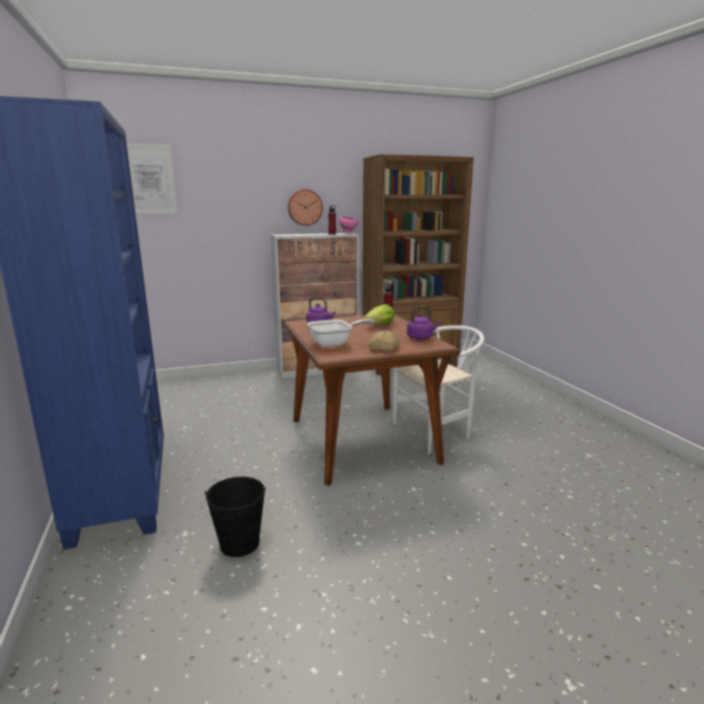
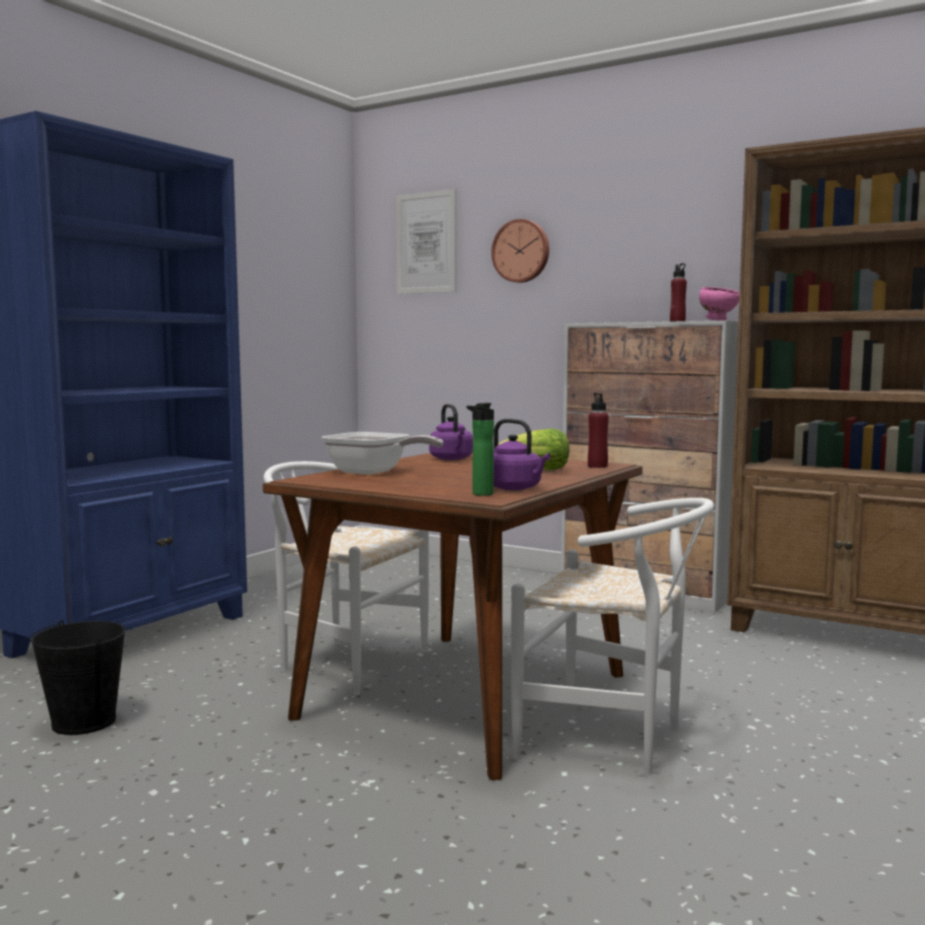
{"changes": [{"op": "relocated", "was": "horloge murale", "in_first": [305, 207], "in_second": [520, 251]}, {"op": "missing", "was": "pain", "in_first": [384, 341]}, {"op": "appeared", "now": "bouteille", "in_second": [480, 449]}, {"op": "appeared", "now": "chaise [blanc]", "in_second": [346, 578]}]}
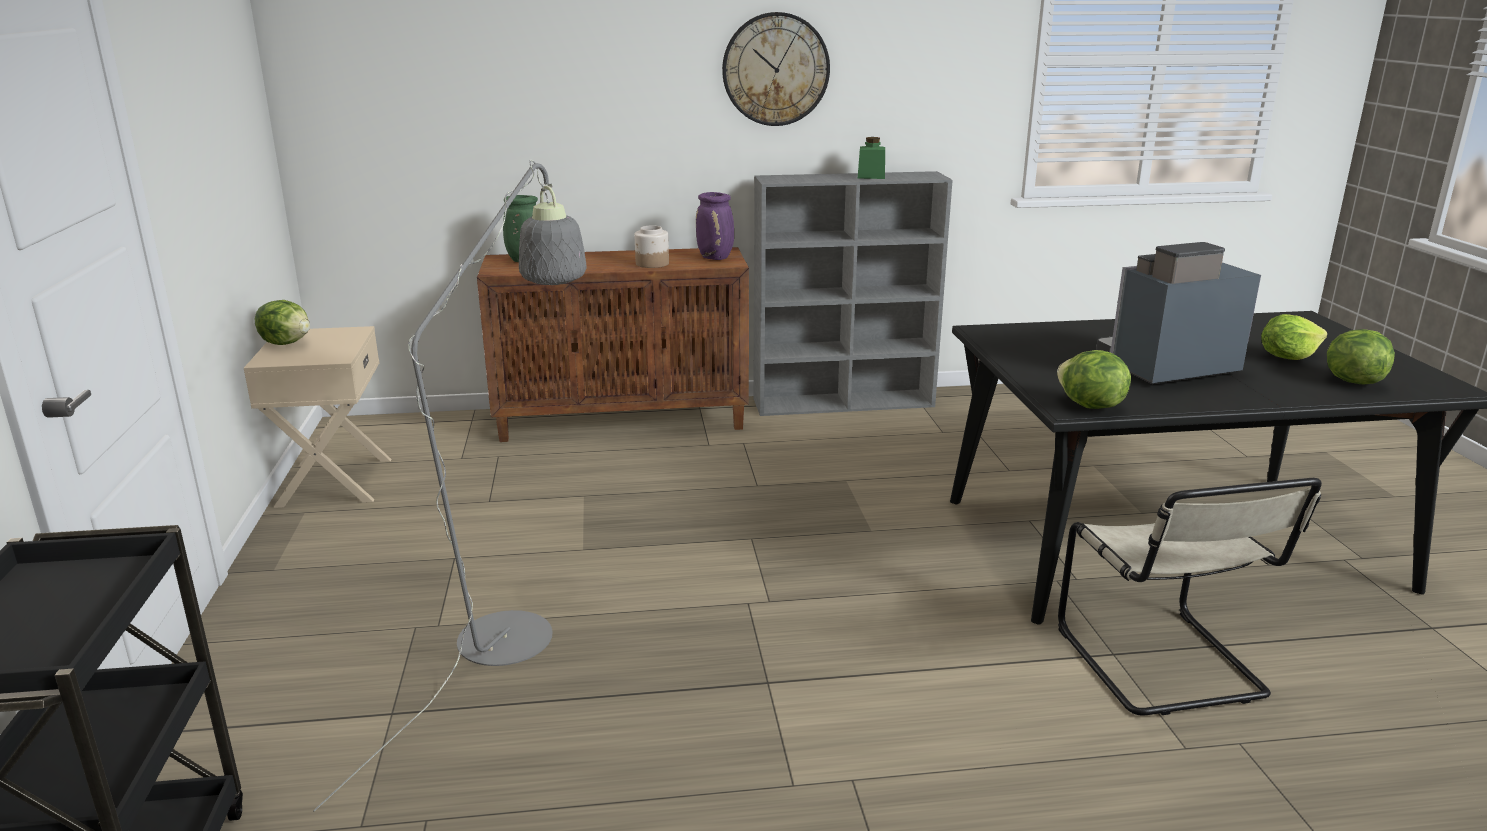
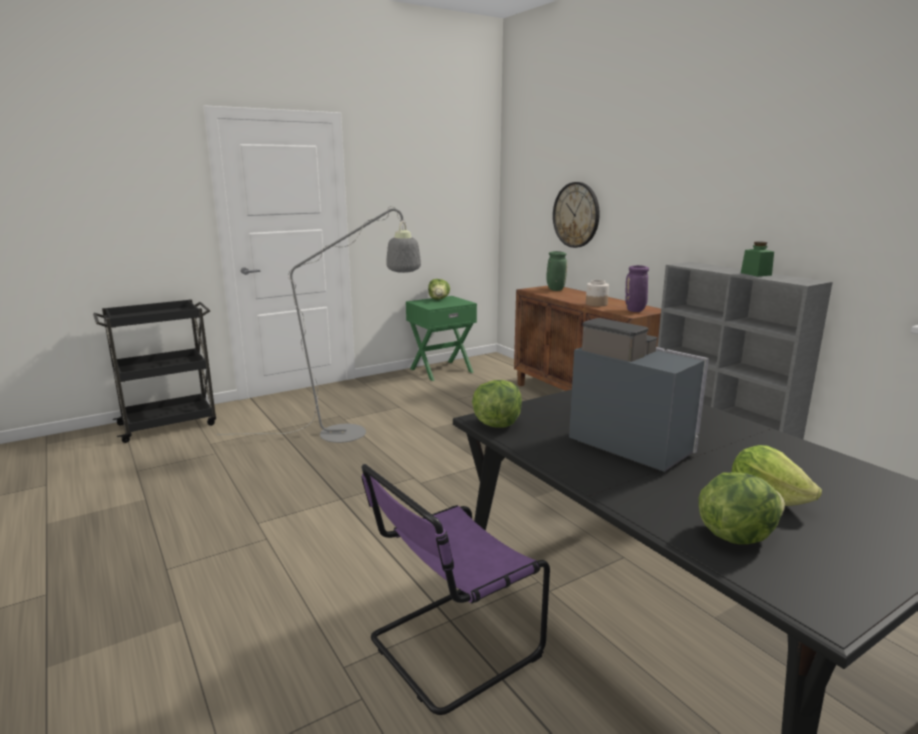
{"changes": [{"op": "relocated", "was": "horloge murale", "in_first": [776, 69], "in_second": [576, 215]}, {"op": "colour", "was": "table de chevet [beige]", "now": "table de chevet [vert]", "in_first": [317, 417], "in_second": [441, 338]}, {"op": "colour", "was": "chaise [beige]", "now": "chaise [violet]", "in_first": [1190, 597], "in_second": [456, 589]}]}
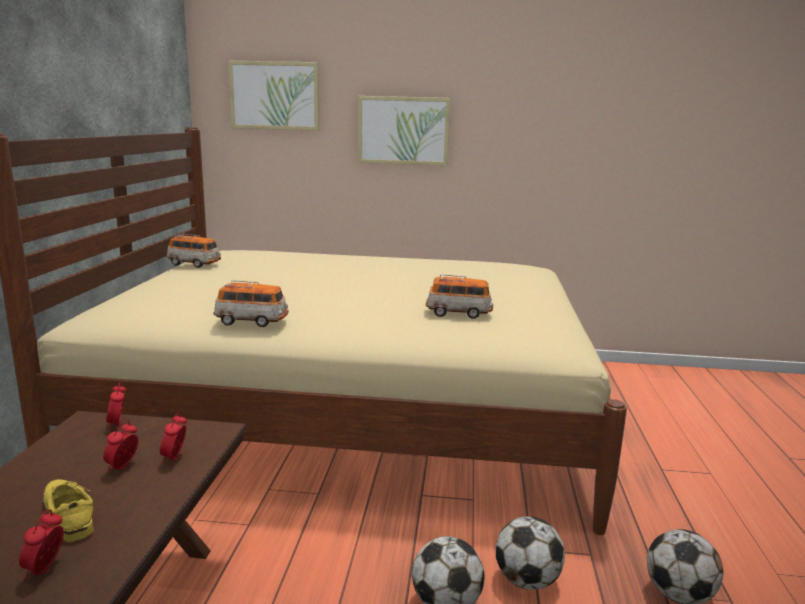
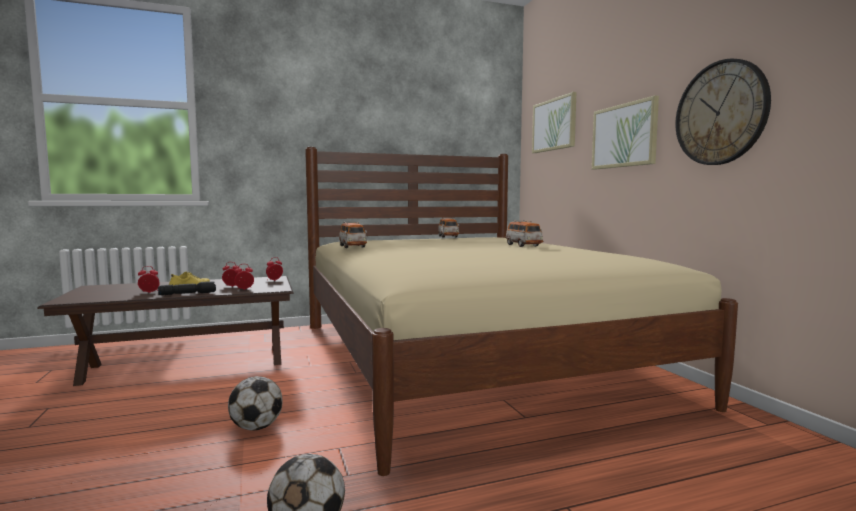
{"changes": [{"op": "relocated", "was": "petite voiture", "in_first": [459, 297], "in_second": [524, 233]}, {"op": "missing", "was": "ballon de foot", "in_first": [530, 553]}, {"op": "appeared", "now": "horloge murale", "in_second": [723, 111]}, {"op": "appeared", "now": "lampe de poche [noir]", "in_second": [187, 288]}]}
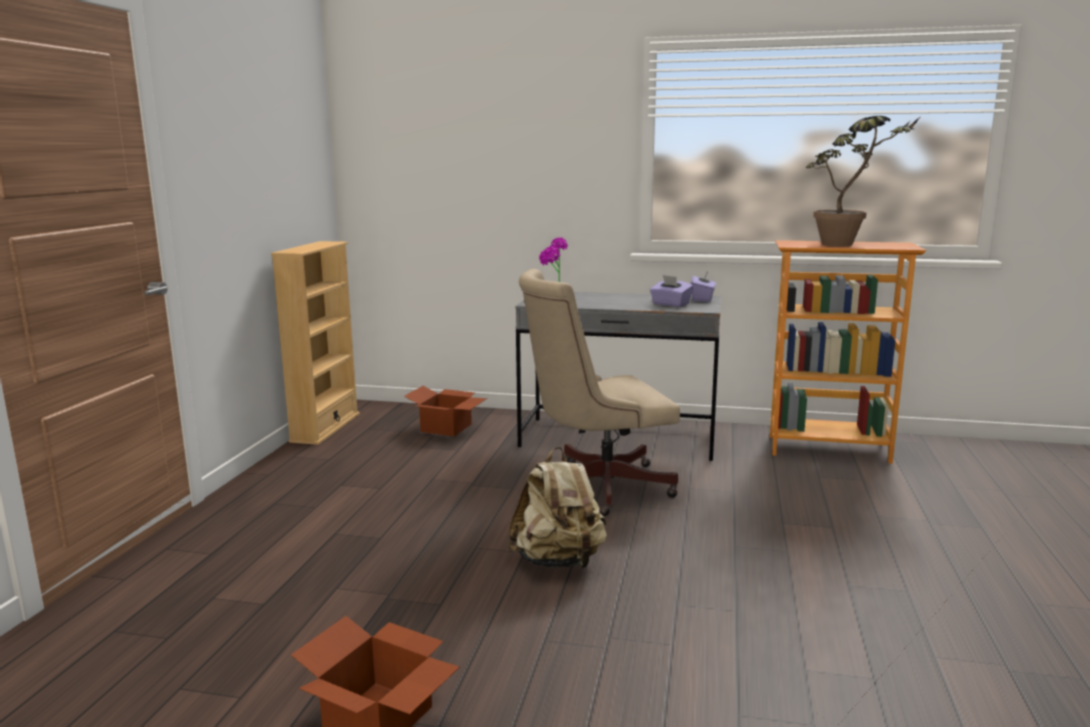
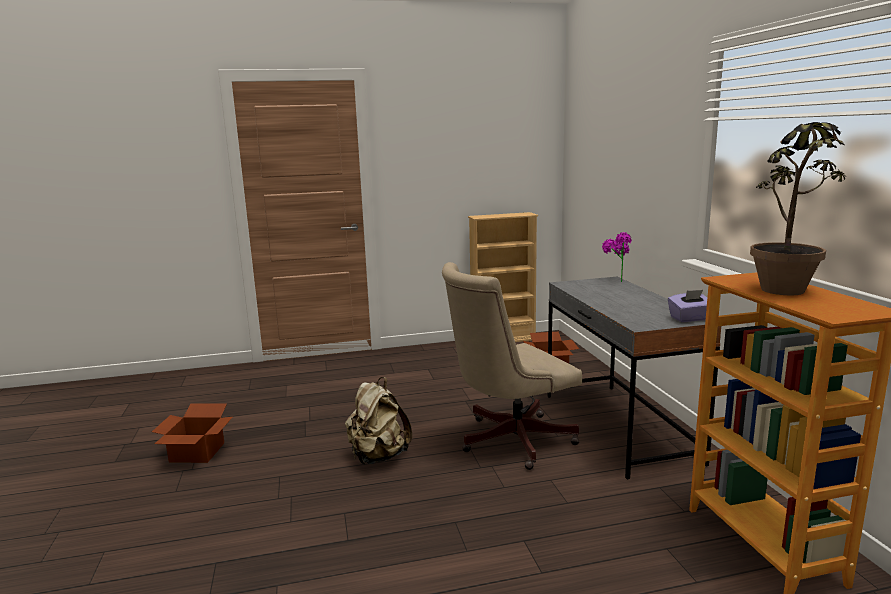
{"changes": [{"op": "spun", "was": "chaise de bureau [beige]", "in_first": [599, 392], "in_second": [512, 366], "clockwise": -75}, {"op": "missing", "was": "boîte à mouchoirs [violet]", "in_first": [671, 291]}]}
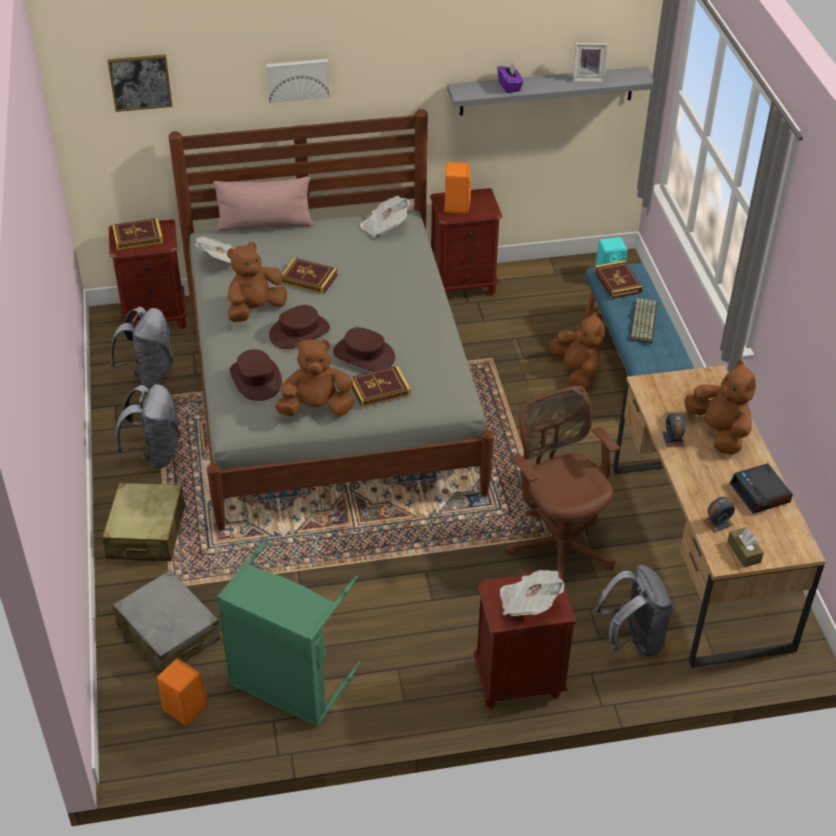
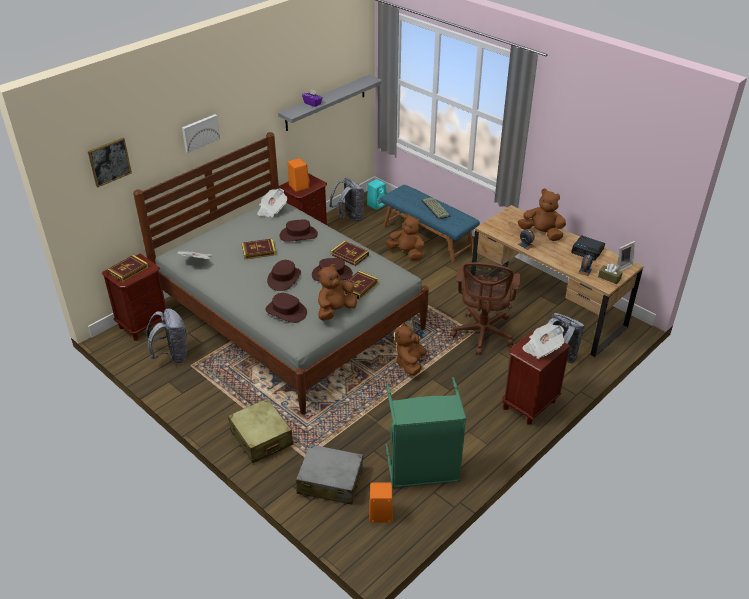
{"changes": [{"op": "relocated", "was": "cadre photo", "in_first": [590, 62], "in_second": [626, 256]}, {"op": "missing", "was": "coussin [rose]", "in_first": [263, 203]}, {"op": "relocated", "was": "peluche [marron]", "in_first": [257, 282], "in_second": [410, 349]}, {"op": "relocated", "was": "livre", "in_first": [618, 279], "in_second": [350, 253]}, {"op": "relocated", "was": "sac à dos [gris]", "in_first": [147, 426], "in_second": [347, 200]}, {"op": "spun", "was": "chaise de bureau [marron]", "in_first": [562, 483], "in_second": [485, 308], "clockwise": -105}, {"op": "appeared", "now": "chapeau [marron]", "in_second": [298, 230]}]}
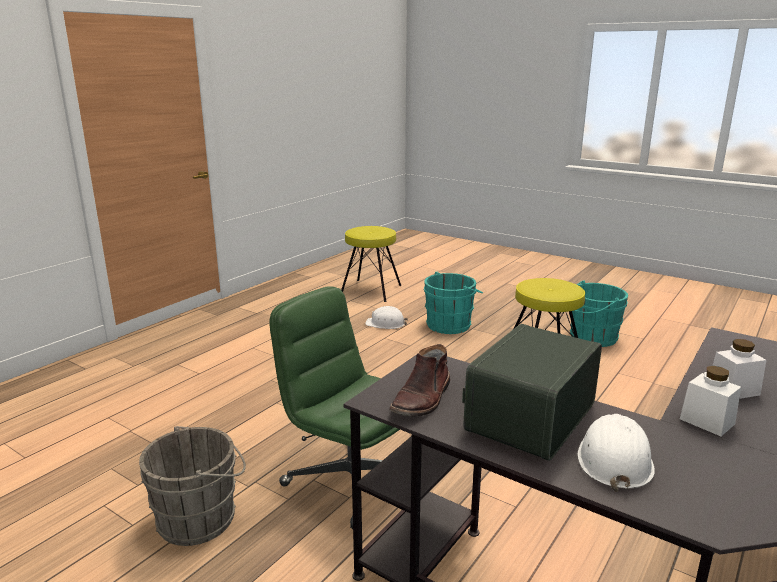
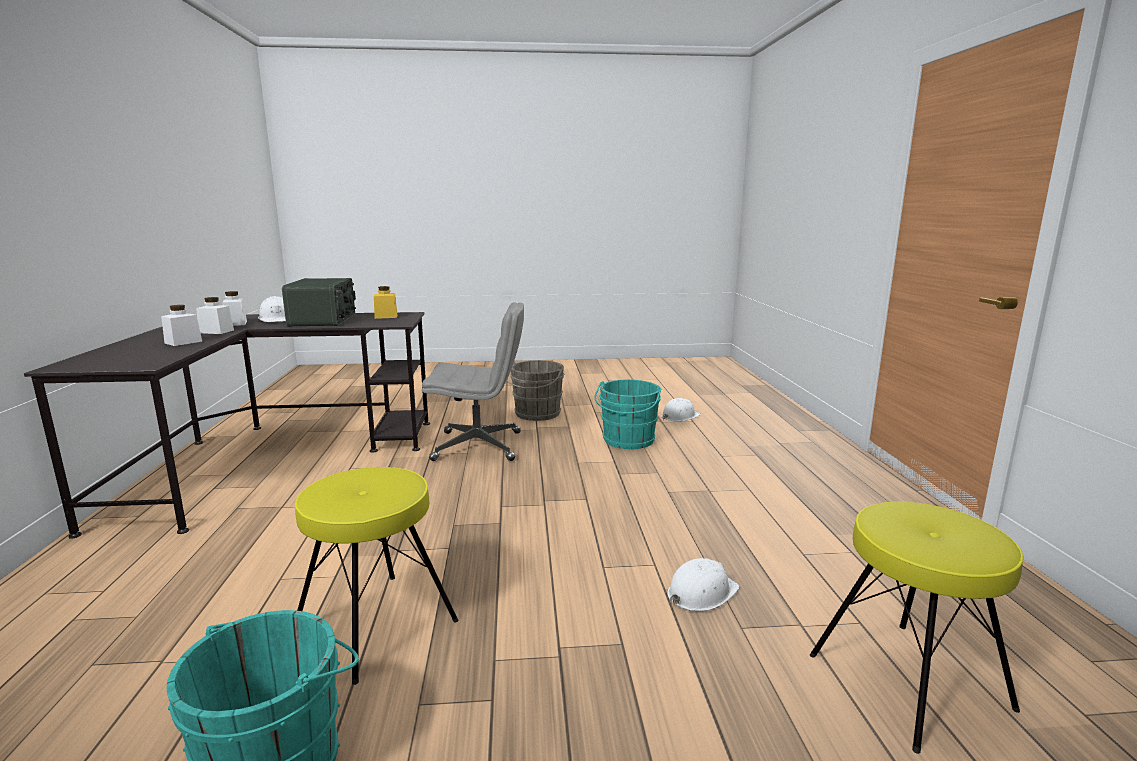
{"changes": [{"op": "relocated", "was": "seau [turquoise]", "in_first": [453, 303], "in_second": [627, 414]}, {"op": "colour", "was": "chaise de bureau [vert]", "now": "chaise de bureau [gris]", "in_first": [335, 407], "in_second": [473, 381]}, {"op": "exchanged", "was": "botte [marron]", "now": "bocal [jaune]", "in_first": [419, 380], "in_second": [386, 302]}, {"op": "appeared", "now": "bocal [blanc]", "in_second": [234, 308]}, {"op": "appeared", "now": "casque de chantier [blanc]", "in_second": [681, 409]}]}
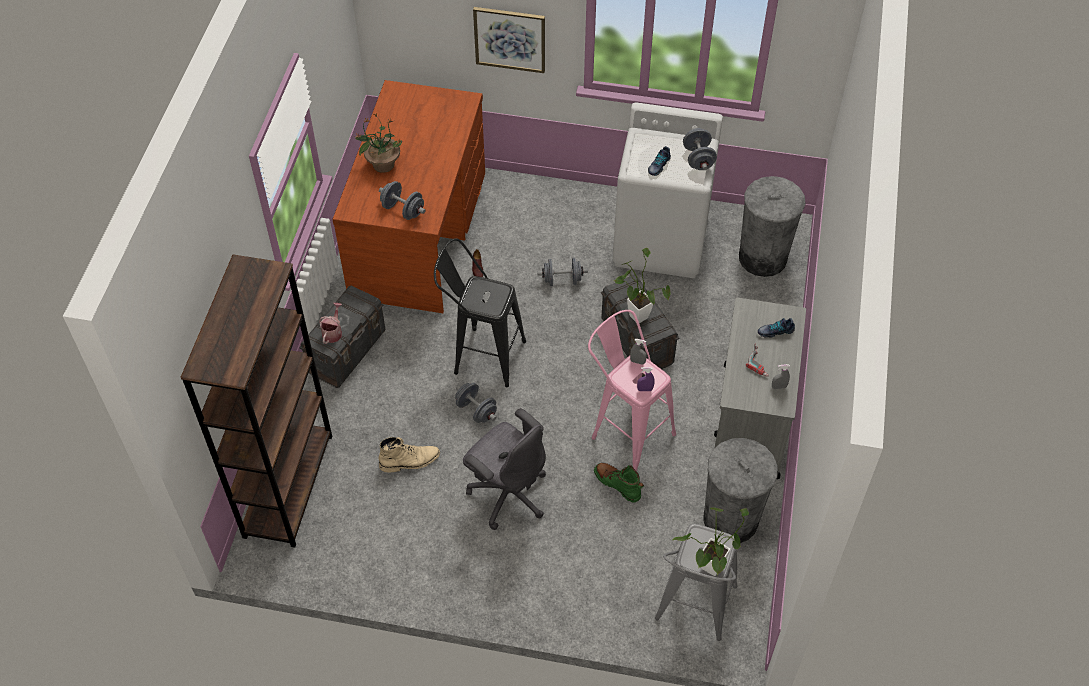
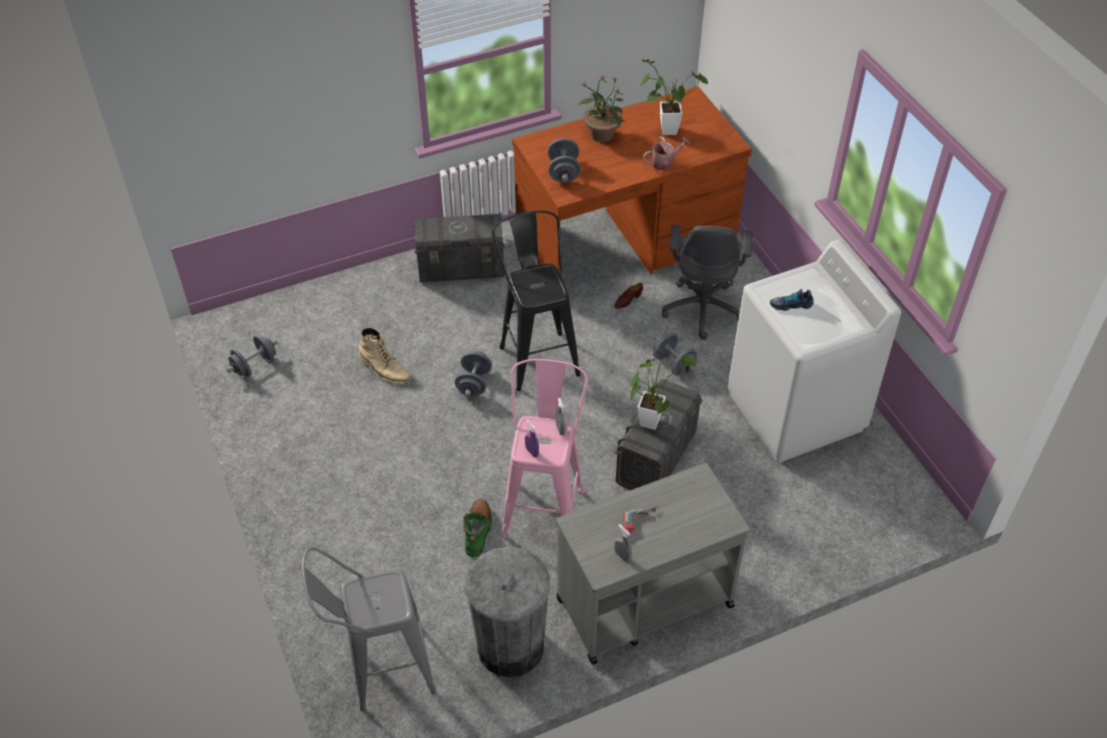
{"changes": [{"op": "missing", "was": "tableau", "in_first": [509, 40]}, {"op": "relocated", "was": "haltère [gris]", "in_first": [700, 149], "in_second": [252, 356]}, {"op": "missing", "was": "poubelle [gris]", "in_first": [772, 226]}, {"op": "missing", "was": "bibliothèque [marron]", "in_first": [256, 401]}, {"op": "relocated", "was": "arrosoir", "in_first": [330, 323], "in_second": [666, 153]}, {"op": "missing", "was": "chaussure", "in_first": [776, 328]}, {"op": "relocated", "was": "chaise de bureau [gris]", "in_first": [504, 469], "in_second": [707, 282]}, {"op": "relocated", "was": "plante en pot", "in_first": [711, 542], "in_second": [673, 97]}]}
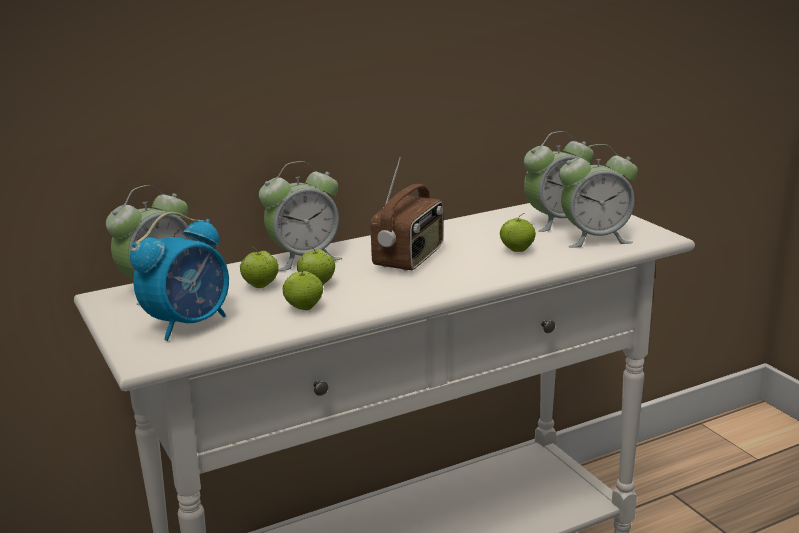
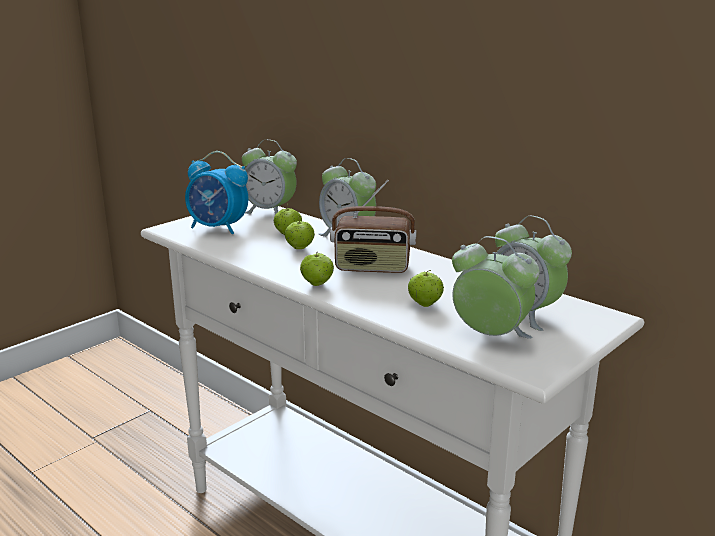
{"changes": [{"op": "spun", "was": "réveil", "in_first": [598, 196], "in_second": [496, 287], "clockwise": 150}, {"op": "relocated", "was": "pomme", "in_first": [303, 288], "in_second": [317, 269]}]}
